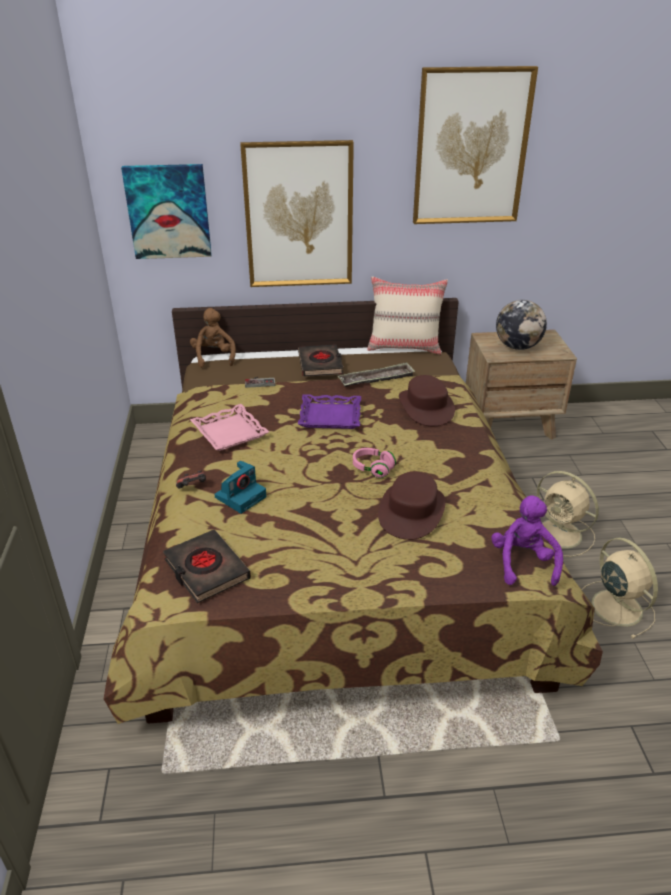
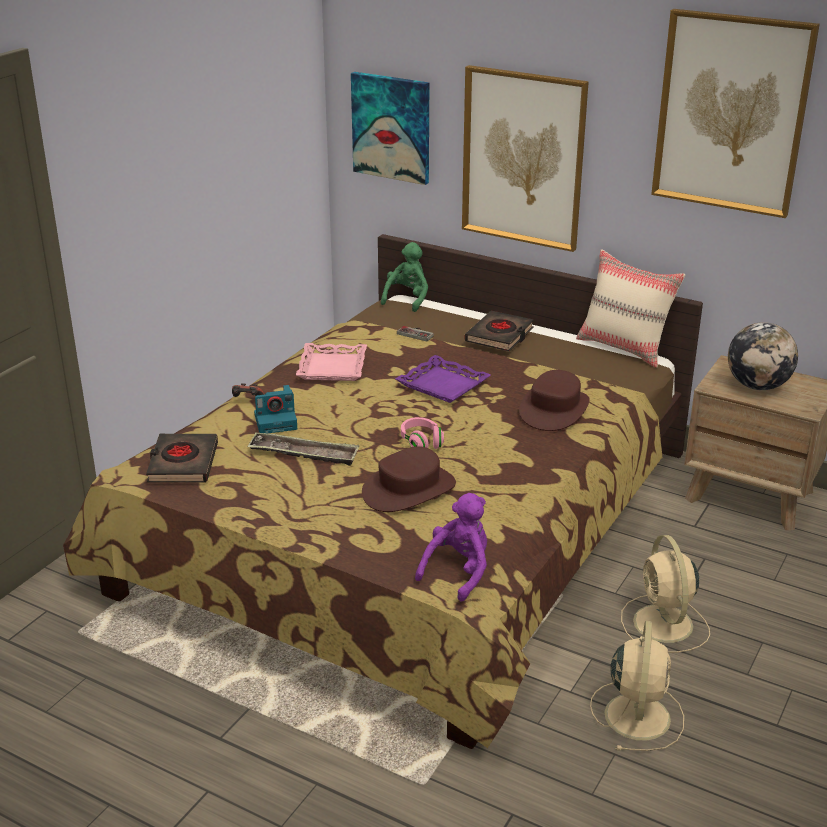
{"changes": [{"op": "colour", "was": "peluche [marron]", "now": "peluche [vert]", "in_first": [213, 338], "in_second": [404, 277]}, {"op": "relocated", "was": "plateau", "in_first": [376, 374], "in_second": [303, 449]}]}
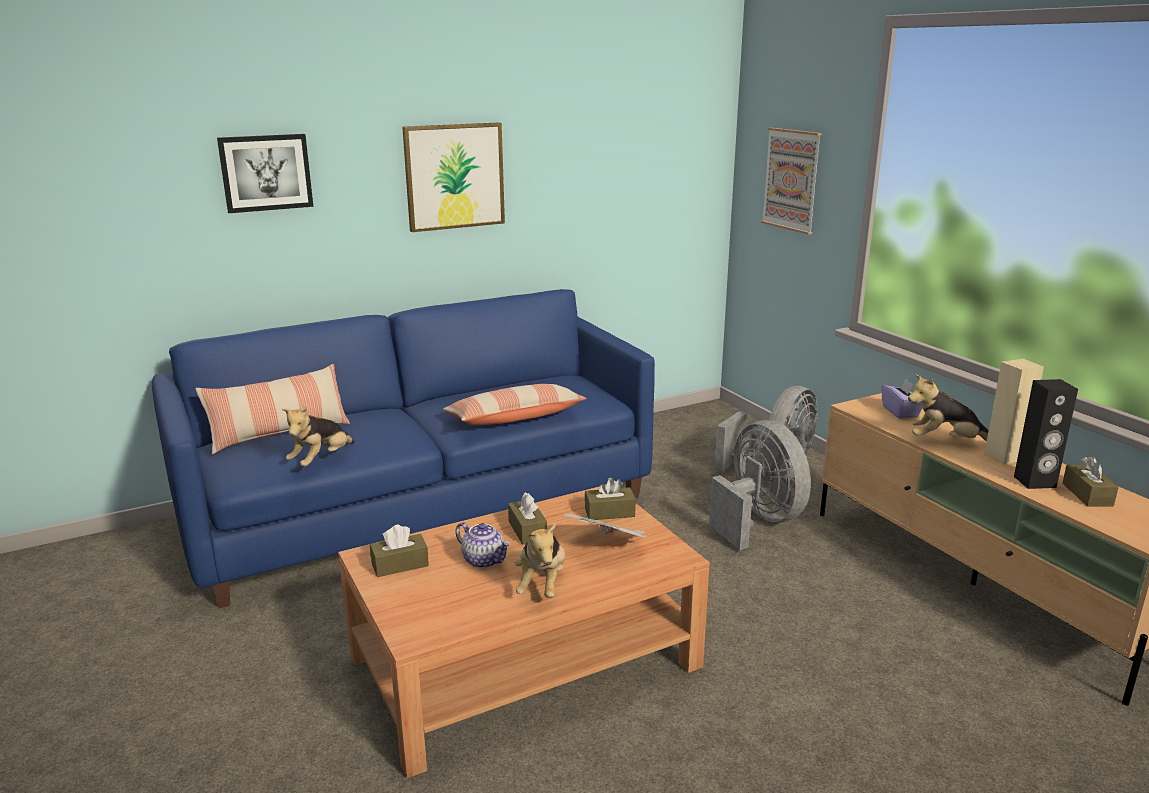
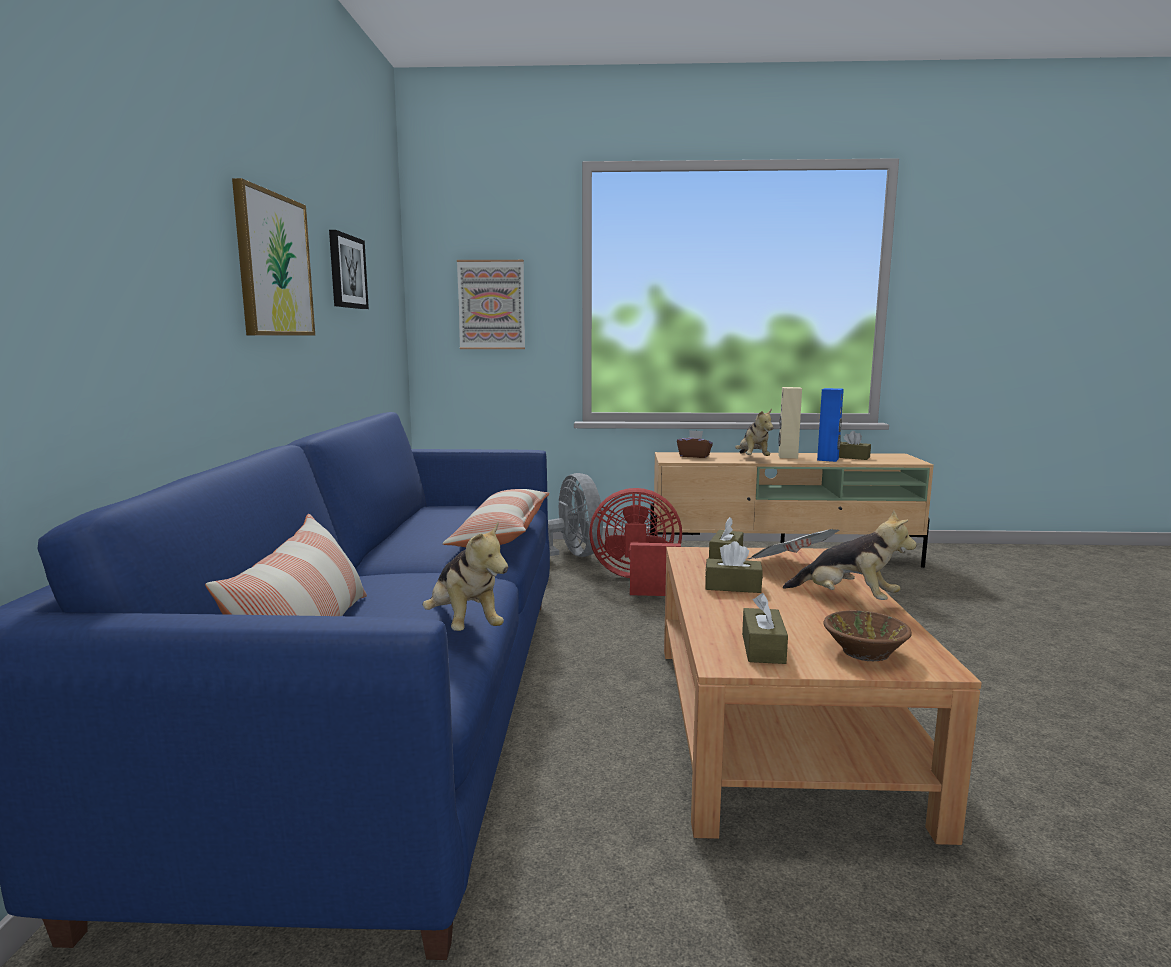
{"changes": [{"op": "relocated", "was": "tableau", "in_first": [265, 173], "in_second": [349, 269]}, {"op": "spun", "was": "peluche", "in_first": [948, 407], "in_second": [754, 432], "clockwise": -45}, {"op": "colour", "was": "boîte à mouchoirs [violet]", "now": "boîte à mouchoirs [marron]", "in_first": [901, 398], "in_second": [695, 444]}, {"op": "colour", "was": "enceinte [noir]", "now": "enceinte [bleu]", "in_first": [1046, 434], "in_second": [830, 425]}, {"op": "colour", "was": "ventilateur [gris]", "now": "ventilateur [rouge]", "in_first": [760, 485], "in_second": [635, 542]}, {"op": "missing", "was": "théière", "in_first": [483, 545]}, {"op": "appeared", "now": "bol [marron]", "in_second": [867, 635]}]}
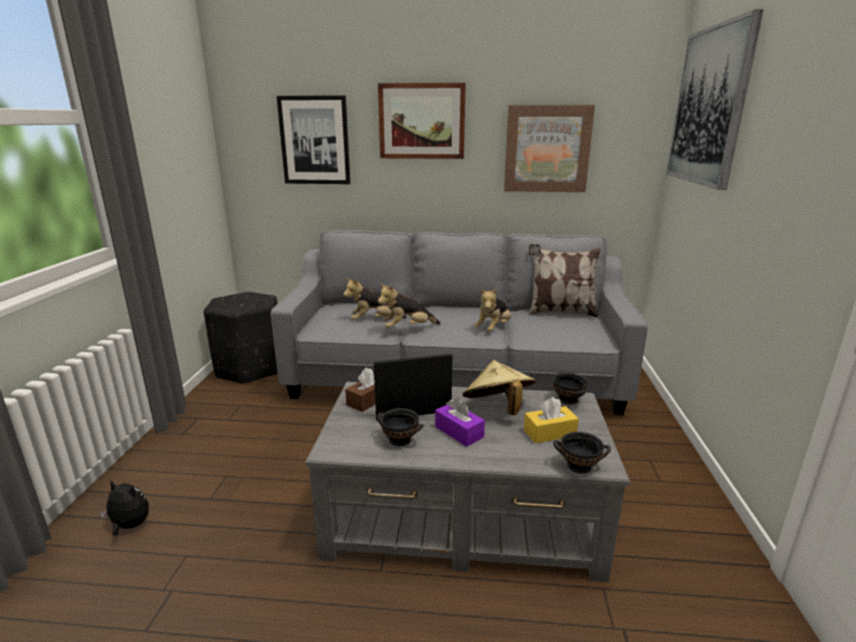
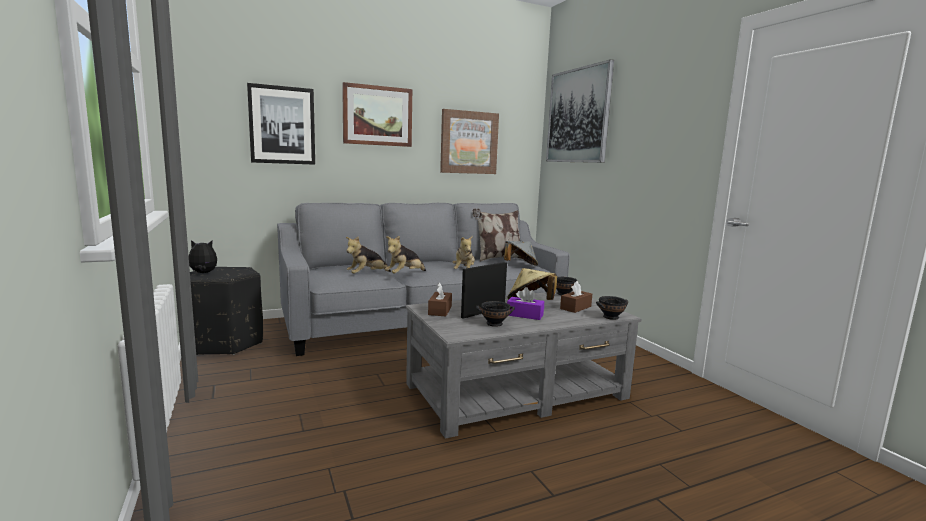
{"changes": [{"op": "colour", "was": "boîte à mouchoirs [jaune]", "now": "boîte à mouchoirs [marron]", "in_first": [551, 420], "in_second": [576, 297]}, {"op": "relocated", "was": "peluche", "in_first": [124, 508], "in_second": [203, 256]}, {"op": "appeared", "now": "chapeau [gris]", "in_second": [521, 253]}]}
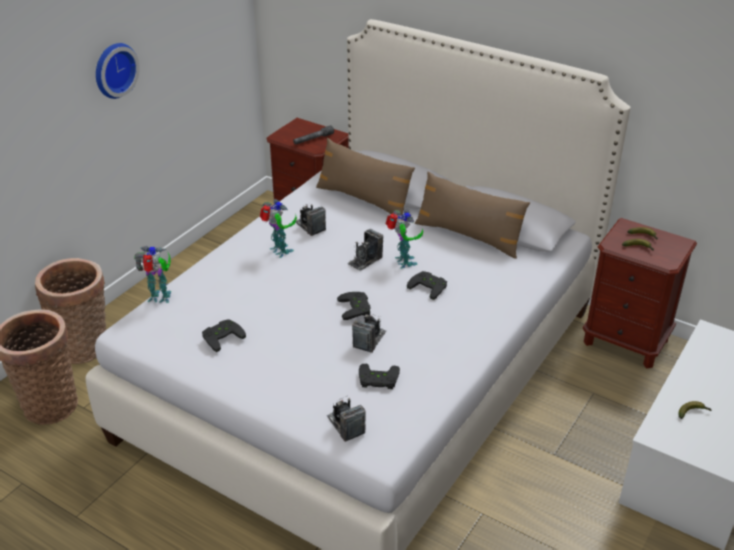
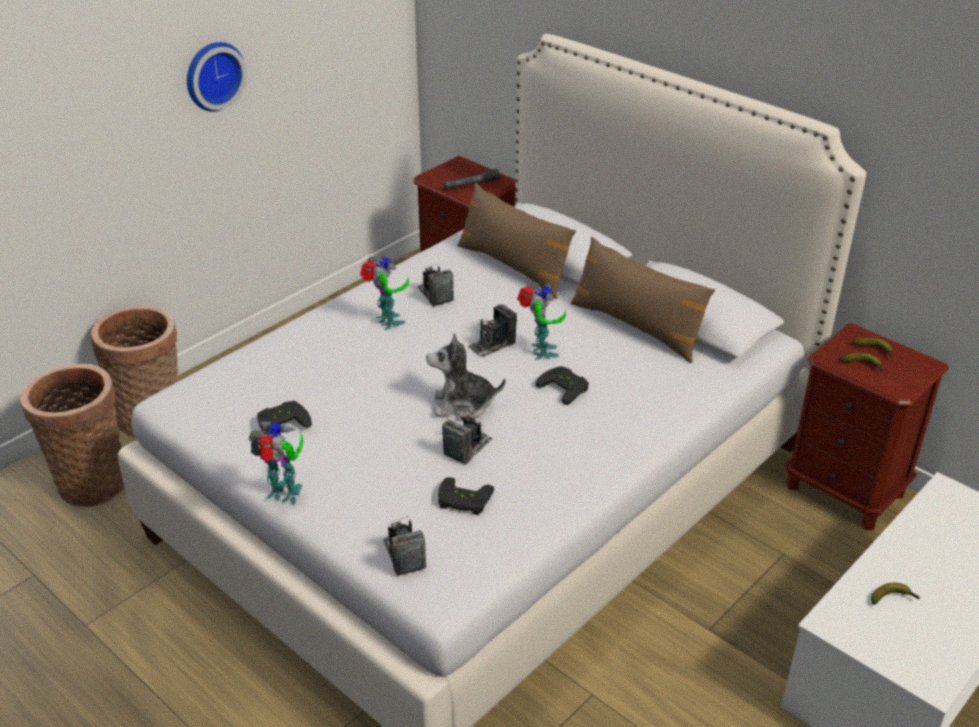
{"changes": [{"op": "relocated", "was": "robot jouet", "in_first": [152, 274], "in_second": [275, 462]}, {"op": "exchanged", "was": "manette [noir]", "now": "peluche", "in_first": [353, 306], "in_second": [466, 376]}]}
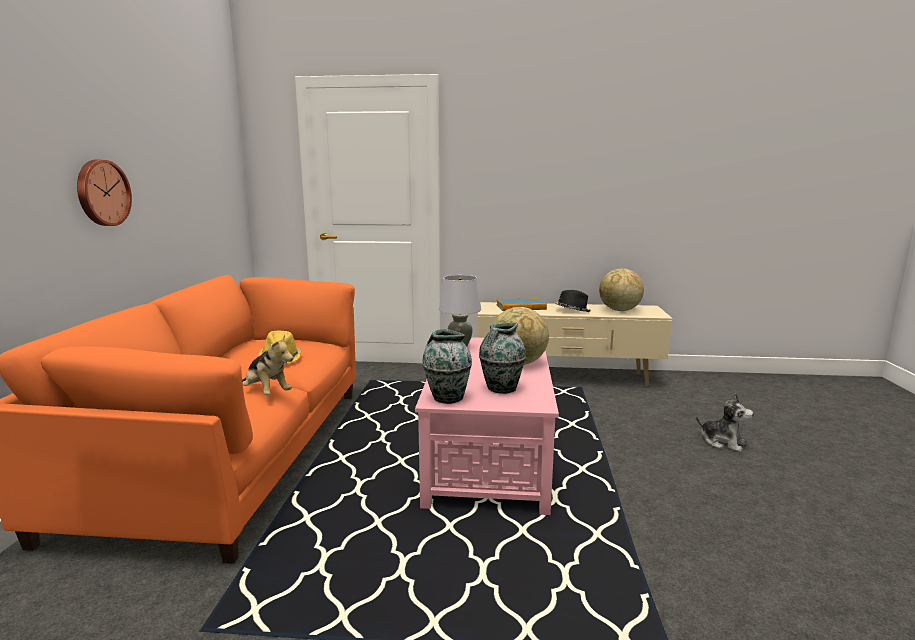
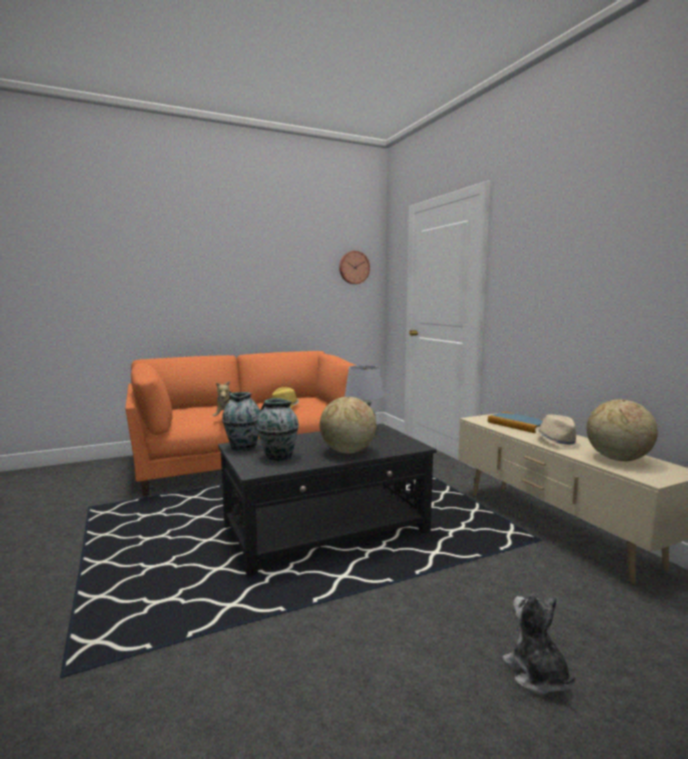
{"changes": [{"op": "relocated", "was": "horloge murale", "in_first": [104, 192], "in_second": [354, 267]}, {"op": "colour", "was": "chapeau [noir]", "now": "chapeau [beige]", "in_first": [572, 301], "in_second": [558, 431]}, {"op": "colour", "was": "table basse [rose]", "now": "table basse [noir]", "in_first": [487, 426], "in_second": [327, 499]}, {"op": "spun", "was": "peluche", "in_first": [724, 422], "in_second": [539, 644], "clockwise": 150}]}
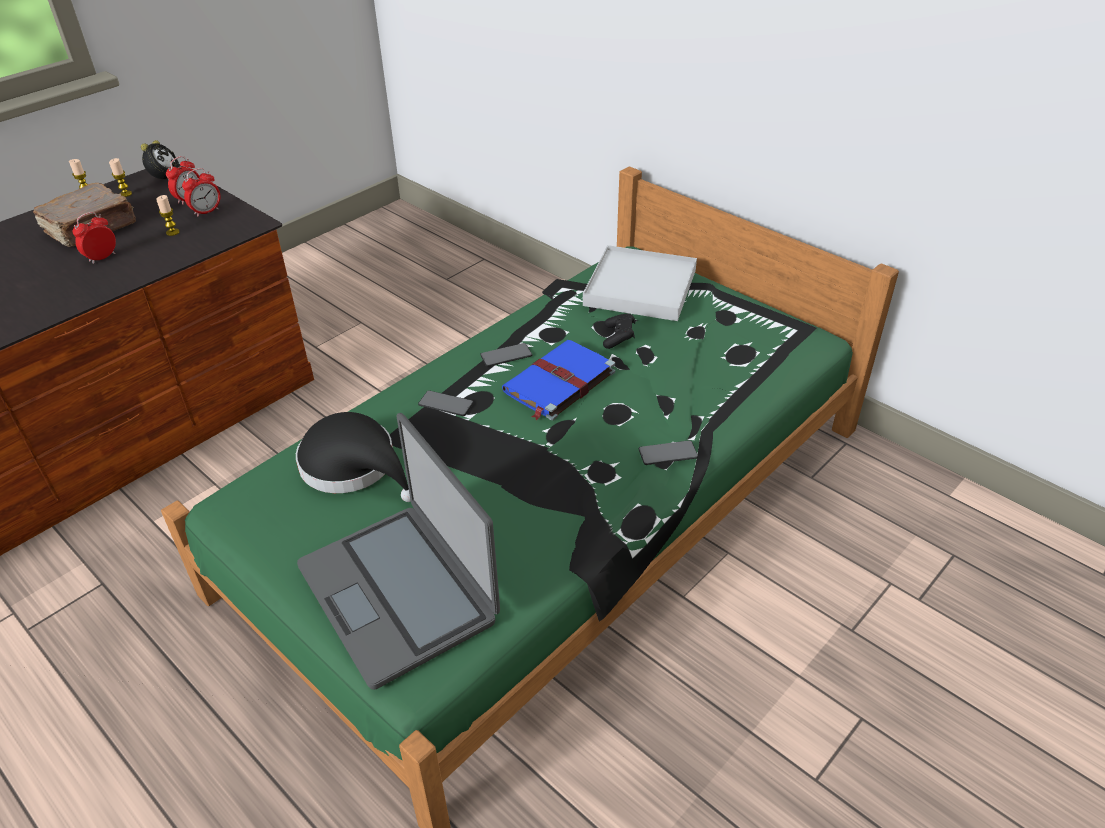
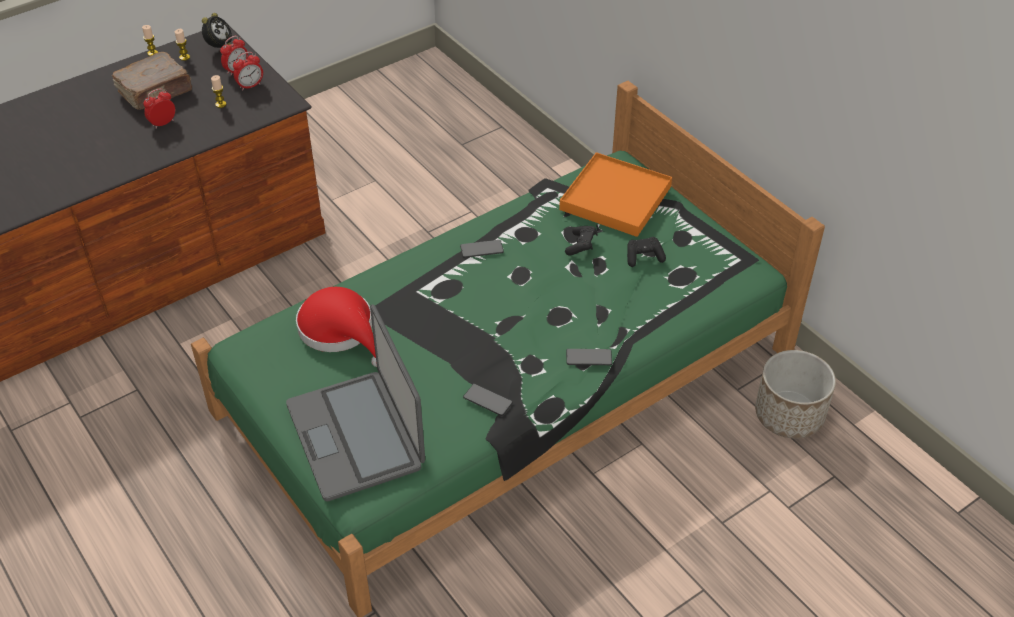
{"changes": [{"op": "colour", "was": "plateau [blanc]", "now": "plateau [orange]", "in_first": [640, 283], "in_second": [615, 194]}, {"op": "missing", "was": "livre [bleu]", "in_first": [558, 380]}, {"op": "relocated", "was": "téléphone", "in_first": [446, 403], "in_second": [488, 400]}, {"op": "colour", "was": "chapeau [noir]", "now": "chapeau [rouge]", "in_first": [353, 457], "in_second": [336, 327]}, {"op": "appeared", "now": "manette [noir]", "in_second": [646, 252]}, {"op": "appeared", "now": "cache-pot", "in_second": [795, 394]}]}
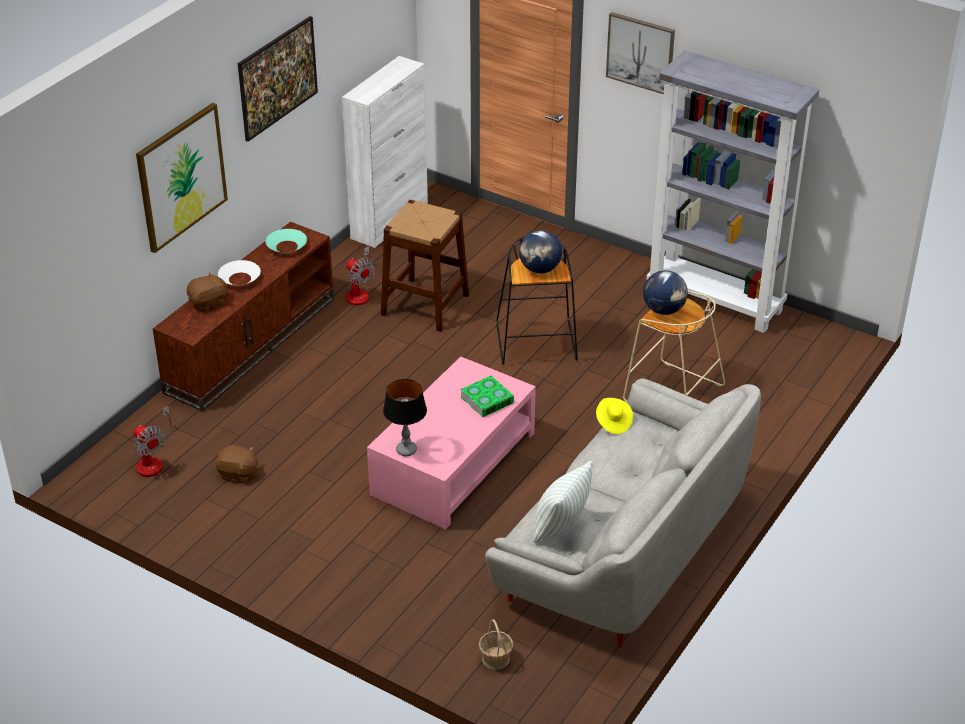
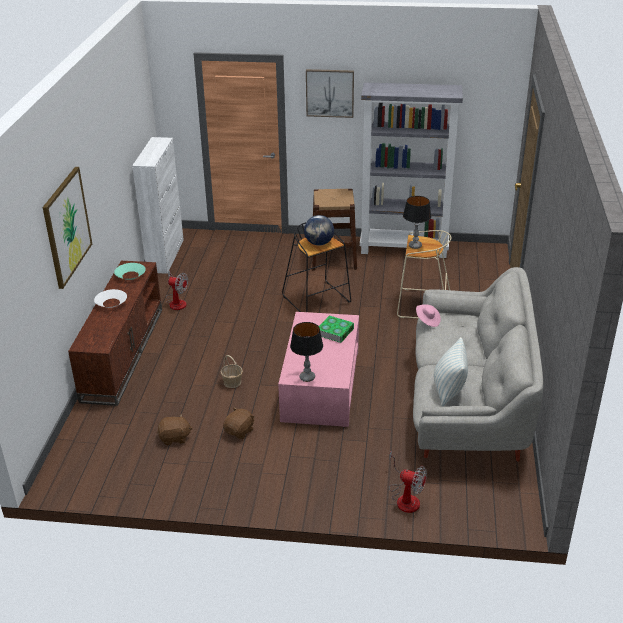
{"changes": [{"op": "missing", "was": "tableau", "in_first": [278, 79]}, {"op": "relocated", "was": "tabouret [marron]", "in_first": [425, 266], "in_second": [334, 230]}, {"op": "exchanged", "was": "globe", "now": "lampe de table", "in_first": [665, 292], "in_second": [417, 222]}, {"op": "relocated", "was": "peluche [marron]", "in_first": [207, 291], "in_second": [239, 423]}, {"op": "colour", "was": "chapeau [jaune]", "now": "chapeau [rose]", "in_first": [614, 416], "in_second": [428, 315]}, {"op": "relocated", "was": "ventilateur", "in_first": [154, 441], "in_second": [408, 481]}, {"op": "relocated", "was": "panier", "in_first": [496, 644], "in_second": [232, 371]}]}
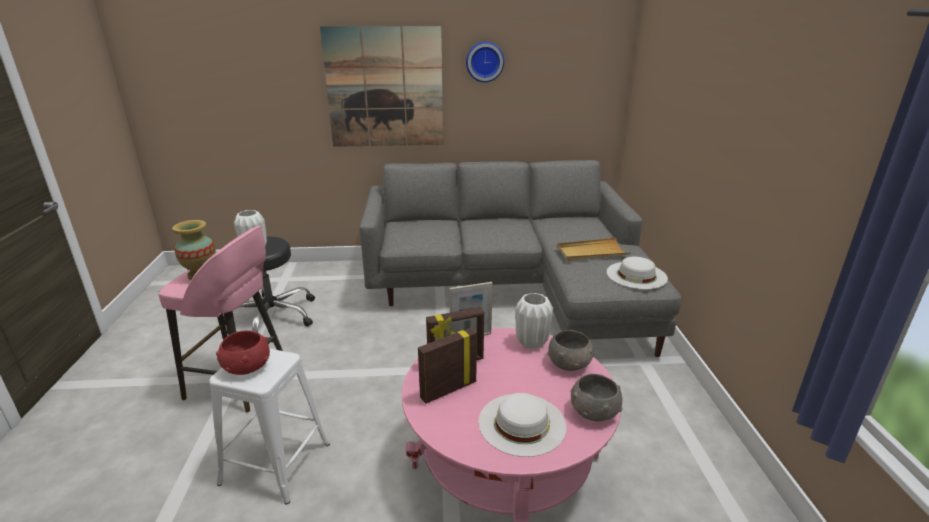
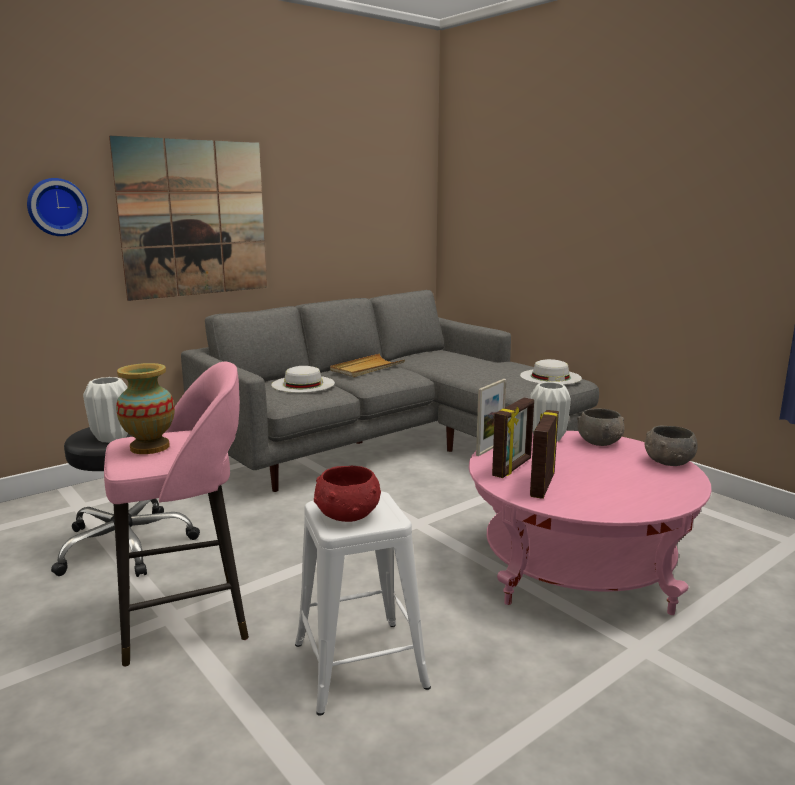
{"changes": [{"op": "relocated", "was": "horloge murale", "in_first": [485, 61], "in_second": [57, 207]}, {"op": "relocated", "was": "plateau [beige]", "in_first": [594, 250], "in_second": [367, 365]}, {"op": "relocated", "was": "chapeau [blanc]", "in_first": [522, 425], "in_second": [303, 379]}]}
